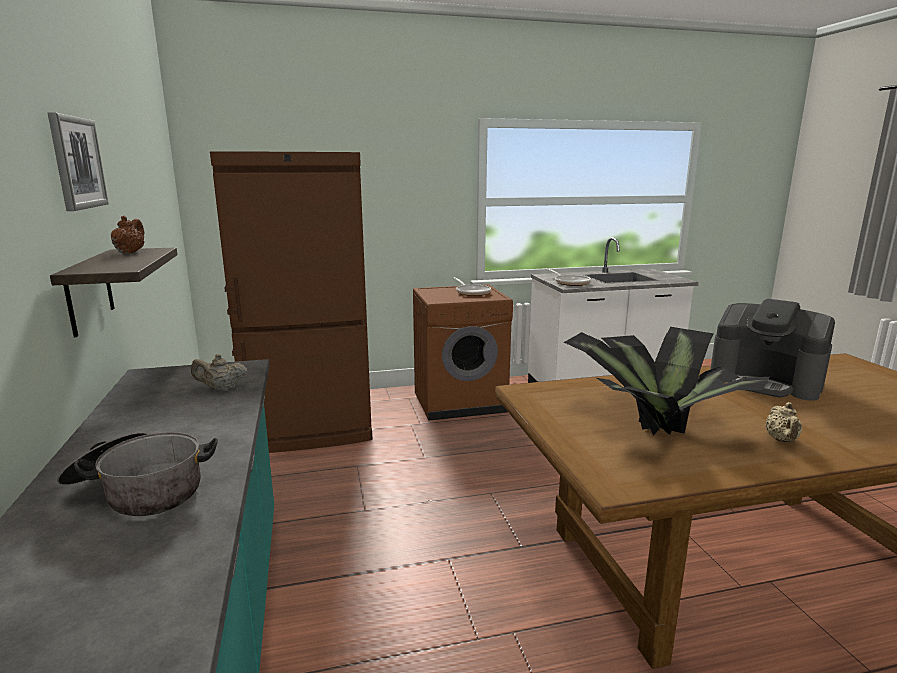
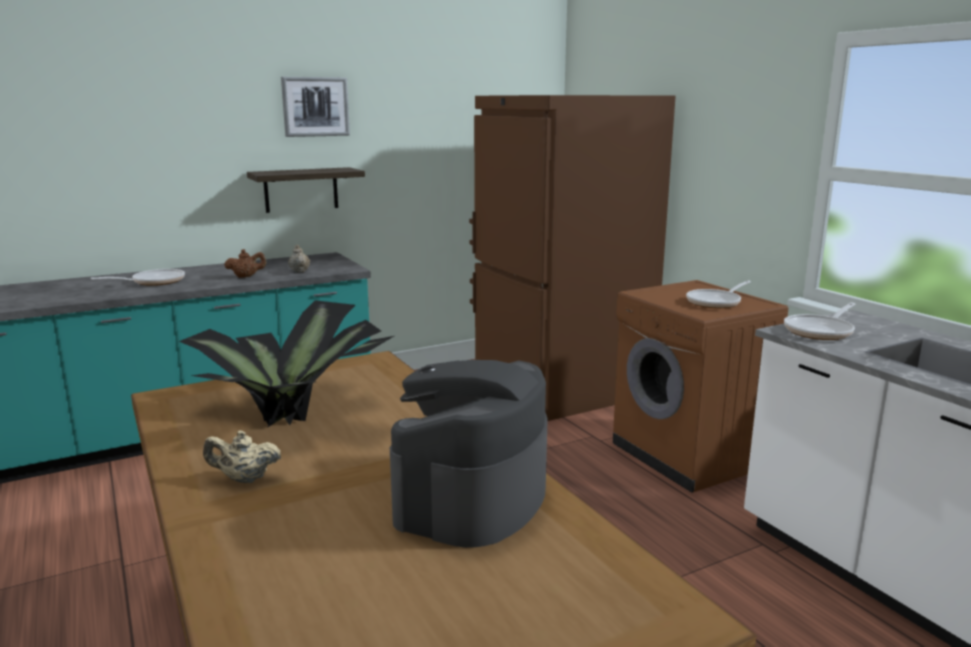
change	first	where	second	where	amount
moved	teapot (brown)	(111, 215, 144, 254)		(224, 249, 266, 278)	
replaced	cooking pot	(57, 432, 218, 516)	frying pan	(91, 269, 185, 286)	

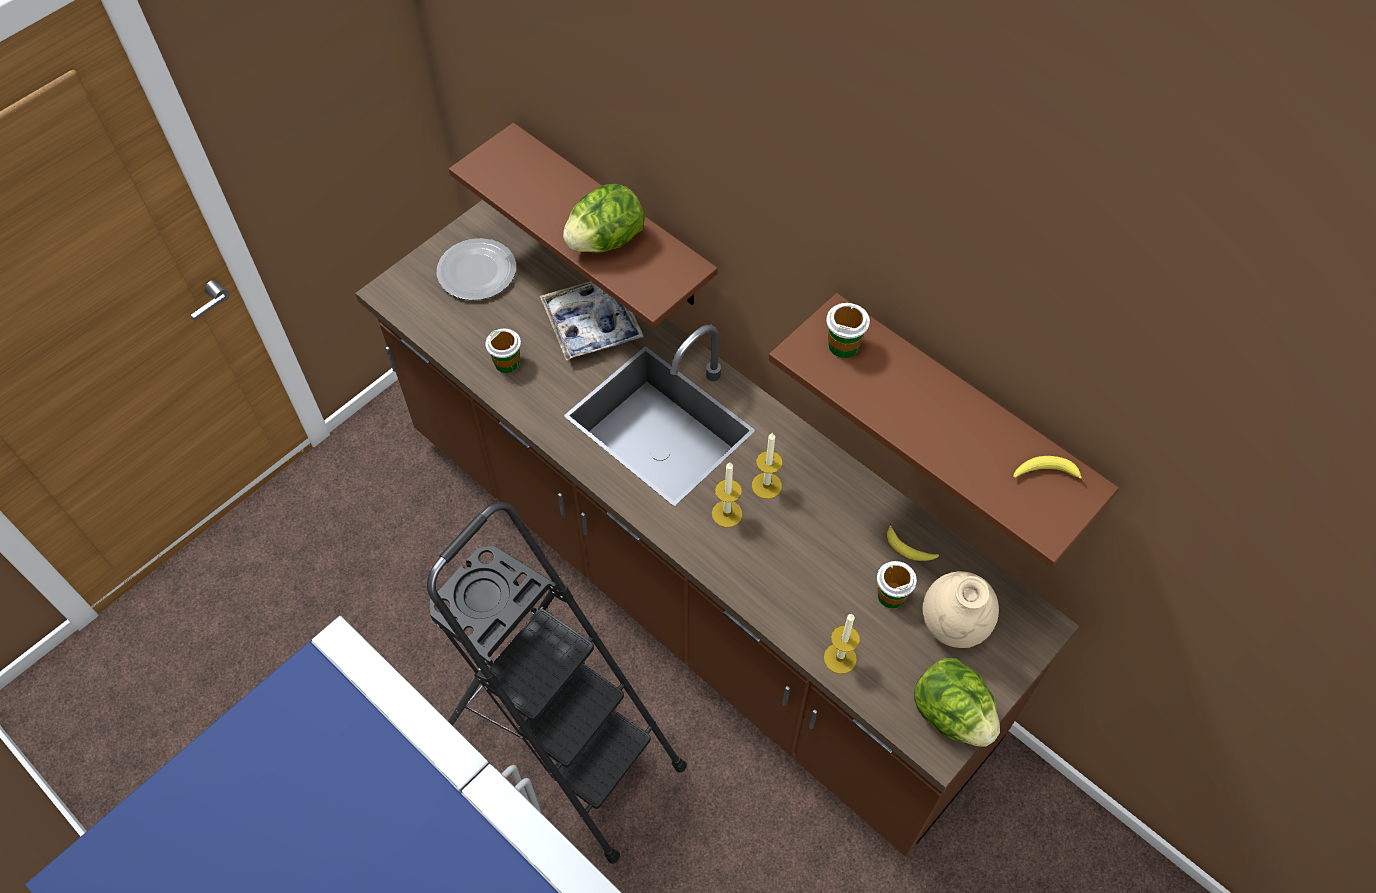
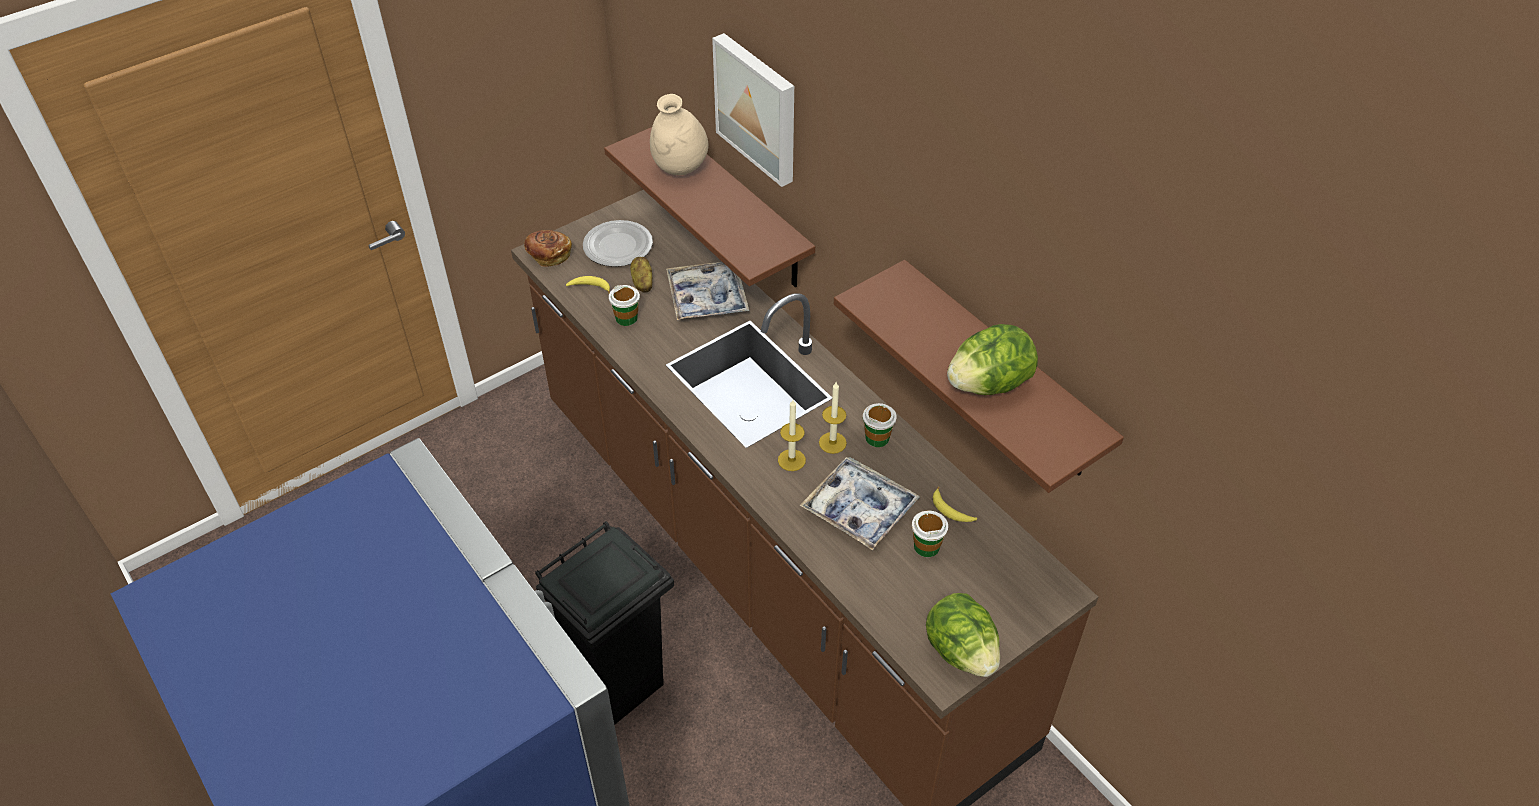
change	first	where	second	where	amount
removed	candle	(824, 614, 860, 674)			
added			bread	(524, 230, 572, 267)	
added			potato	(630, 257, 652, 293)	
added			picture	(712, 33, 794, 187)	
added			tray	(800, 457, 920, 551)	
moved	lettuce	(563, 184, 645, 253)		(947, 324, 1038, 395)	
moved	cup	(826, 303, 870, 358)		(863, 403, 897, 447)	
moved	vase (beige)	(923, 571, 999, 648)		(650, 94, 708, 176)	
moved	banana	(1013, 456, 1084, 482)		(566, 276, 610, 293)	
replaced	step ladder	(427, 502, 687, 864)	trash can (black)	(535, 521, 674, 724)	

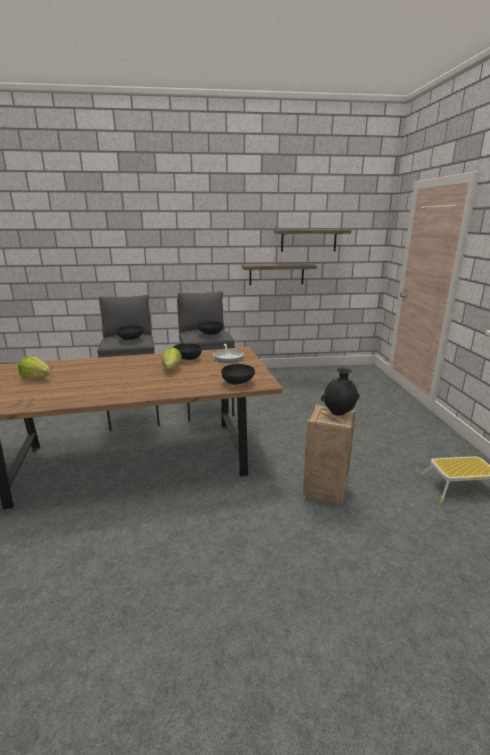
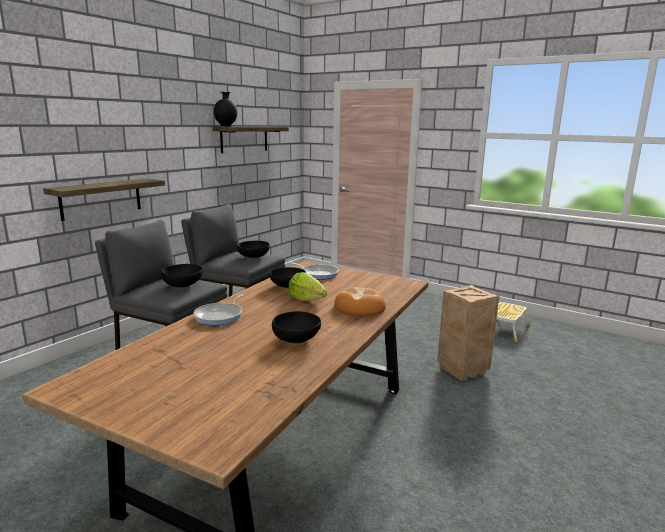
change	first	where	second	where	amount
removed	lettuce	(18, 356, 51, 379)			
added			frying pan	(193, 294, 244, 325)	
added			bread	(334, 287, 386, 316)	
moved	bowl (black)	(221, 364, 255, 385)		(272, 311, 321, 343)	
moved	shelf	(242, 263, 317, 285)		(43, 178, 165, 221)	
moved	vase (black)	(321, 368, 360, 416)		(214, 92, 238, 127)	

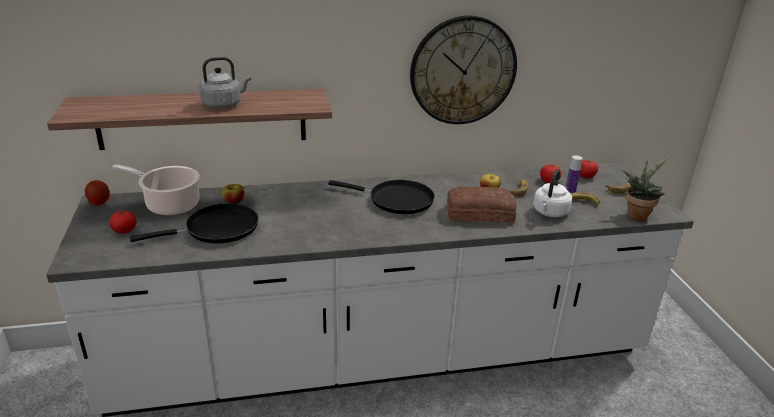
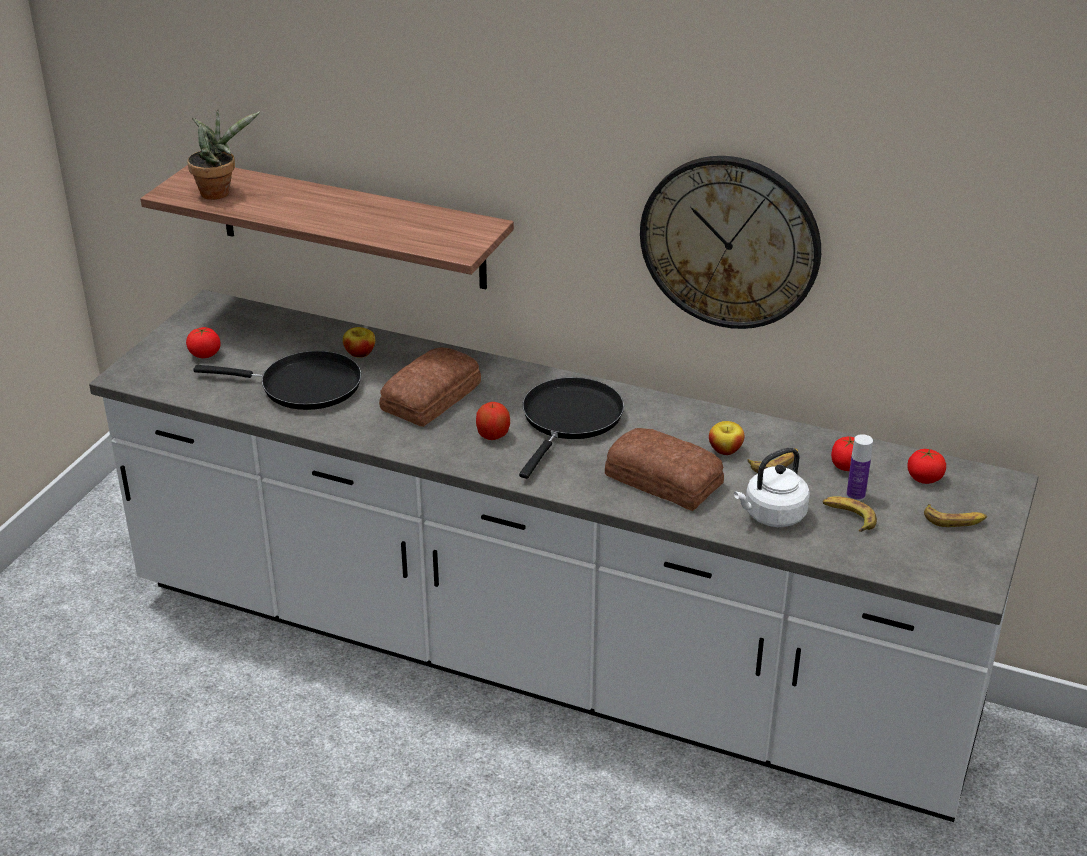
change	first	where	second	where	amount
removed	cooking pot	(112, 164, 200, 215)			
removed	kettle (grey)	(199, 57, 251, 108)			
added			bread	(379, 347, 481, 427)	
moved	apple	(85, 180, 110, 206)		(476, 402, 510, 440)	
moved	potted plant	(623, 156, 669, 221)		(187, 109, 260, 200)	
turned	frying pan (black)	(328, 180, 435, 214)		(519, 377, 624, 479)	120 degrees counterclockwise

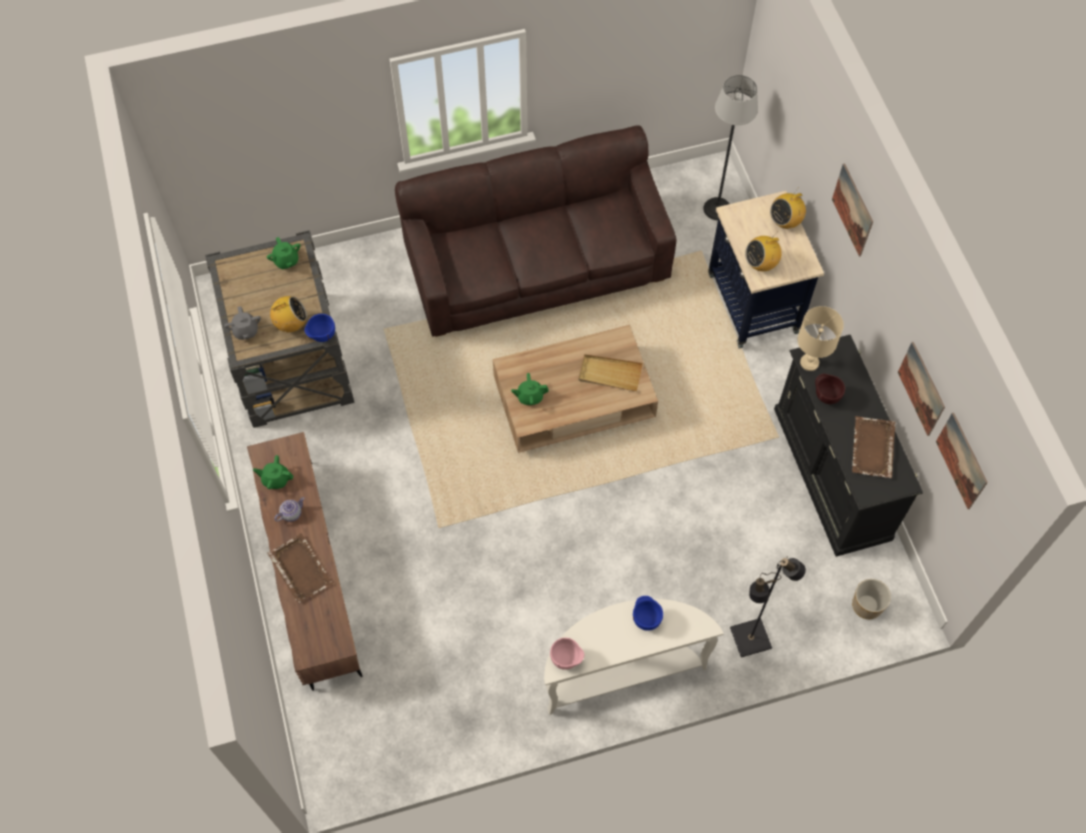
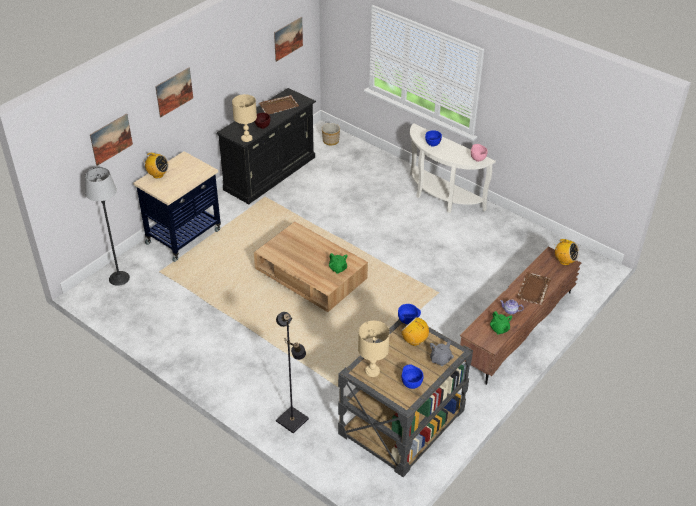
change	first	where	second	where	amount
removed	sofa (brown)	(395, 126, 677, 337)			
removed	tray (beige)	(578, 354, 643, 392)			
added			bowl (blue)	(402, 365, 424, 389)	
moved	floor lamp (black)	(730, 557, 806, 658)		(276, 312, 309, 433)	
moved	radio	(745, 236, 782, 271)		(554, 239, 579, 265)	
moved	picture	(898, 342, 945, 436)		(90, 114, 133, 166)	
replaced	teapot (green)	(267, 237, 300, 269)	table lamp (beige)	(358, 321, 390, 377)	

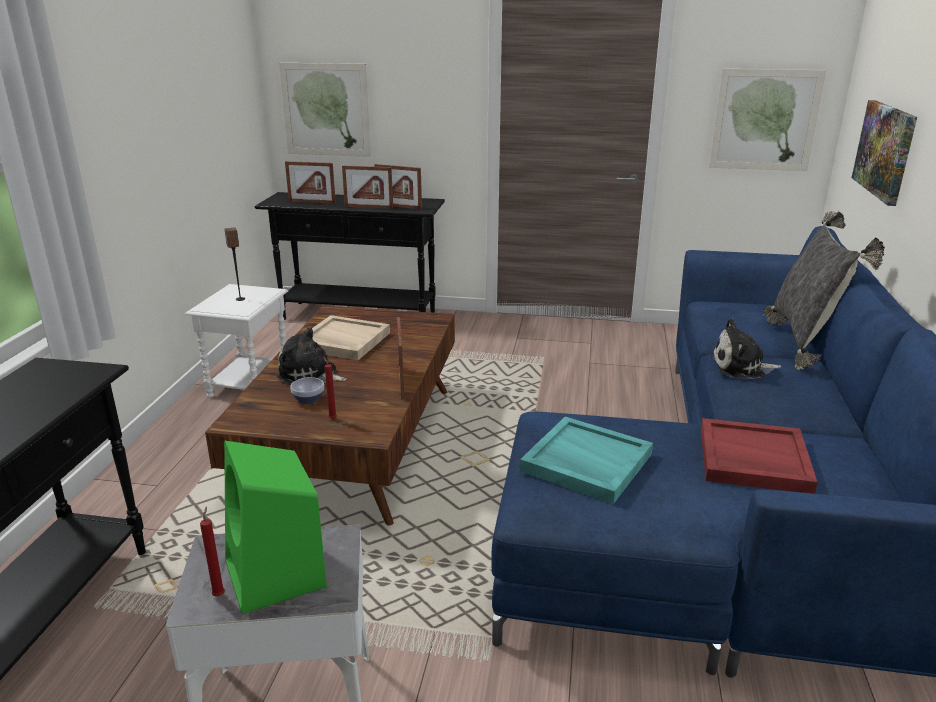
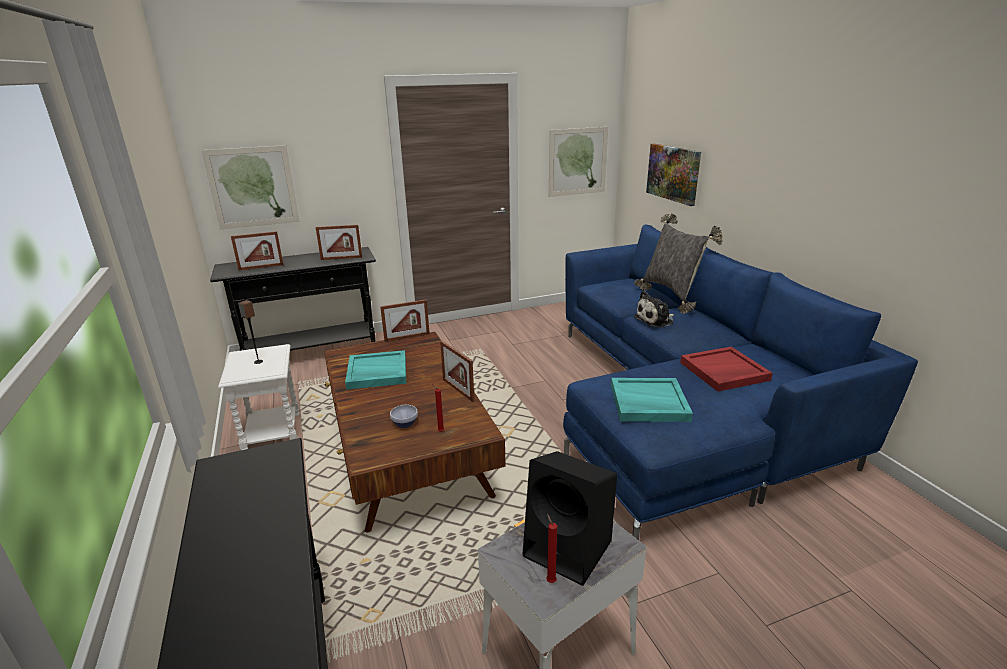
change	first	where	second	where	amount
removed	plush toy	(277, 327, 347, 384)			
moved	picture frame	(342, 166, 393, 209)		(380, 300, 430, 342)	
recoloured	speaker (green)	(224, 441, 327, 614)	speaker (black)	(522, 451, 617, 586)	
recoloured	tray (beige)	(312, 315, 390, 360)	tray (turquoise)	(345, 350, 406, 390)	

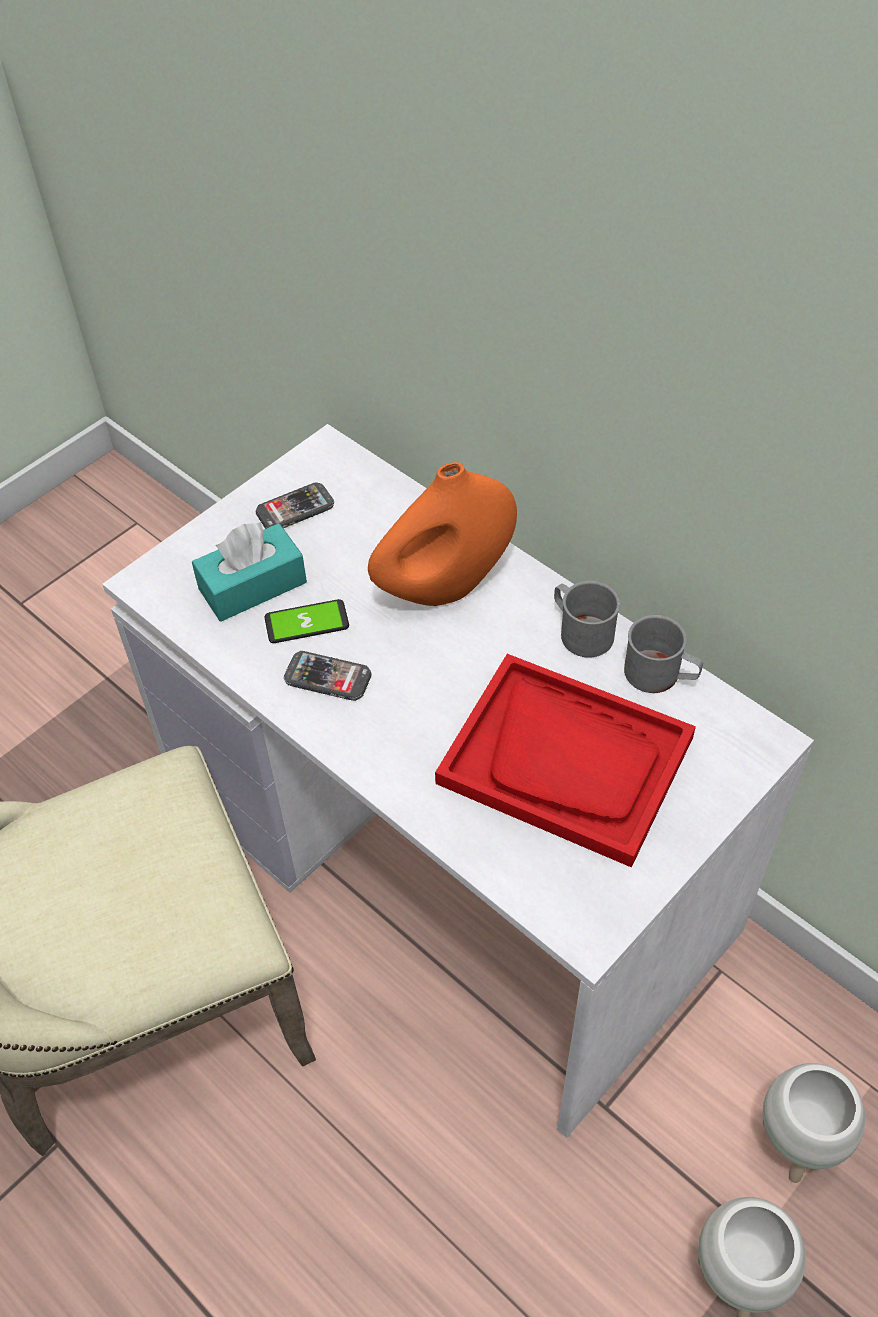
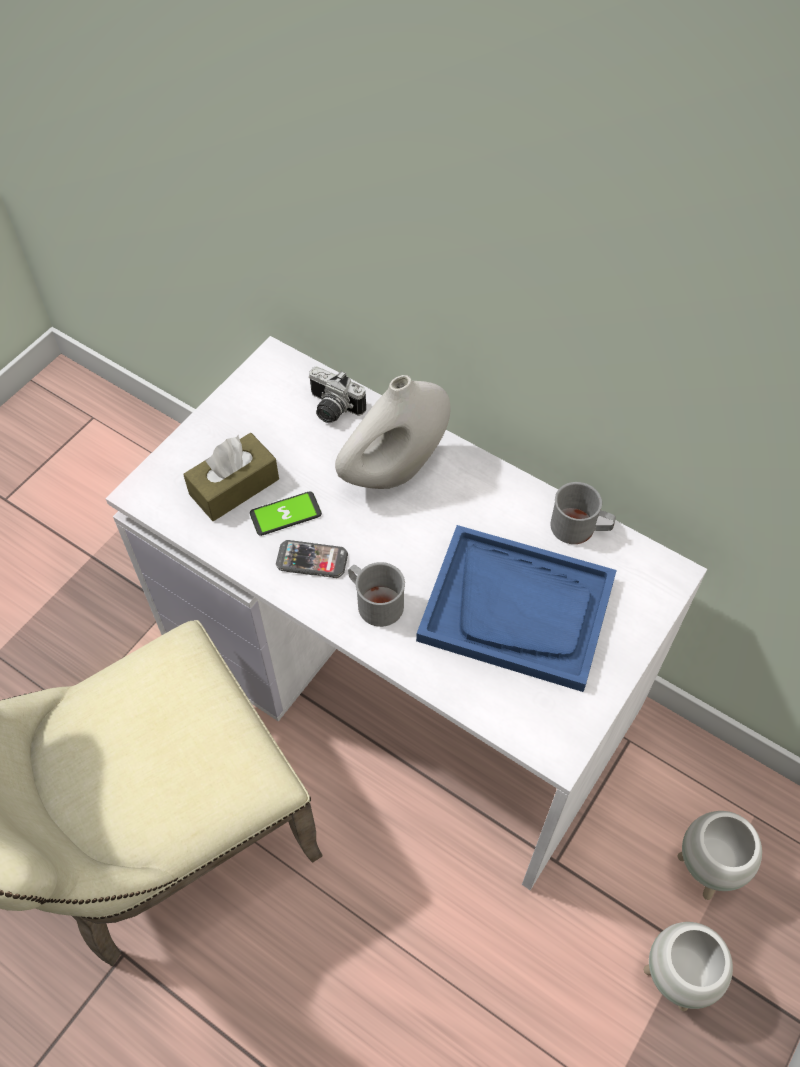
change	first	where	second	where	amount
removed	phone	(256, 482, 334, 529)			
added			photo camera	(309, 366, 366, 423)	
moved	mug (grey)	(554, 581, 620, 658)		(348, 562, 405, 627)	
recoloured	tissue box (turquoise)	(192, 522, 307, 622)	tissue box (brown)	(183, 433, 279, 521)	
recoloured	vase (orange)	(368, 462, 517, 606)	vase (white)	(335, 375, 451, 489)	
recoloured	tray (red)	(435, 654, 696, 867)	tray (blue)	(416, 525, 617, 692)	

